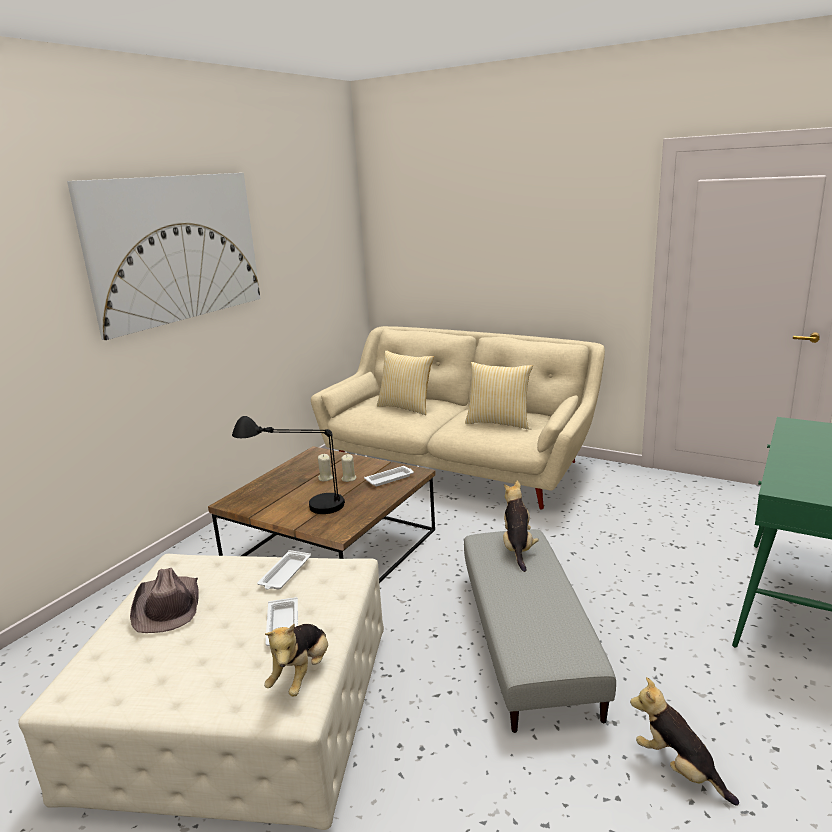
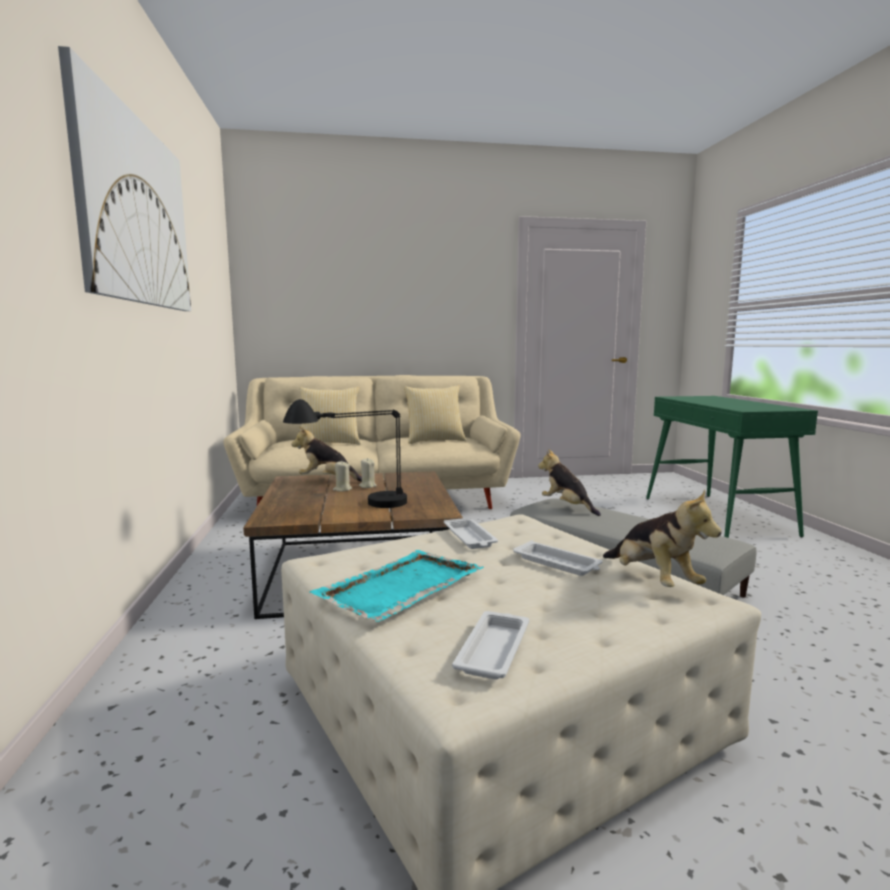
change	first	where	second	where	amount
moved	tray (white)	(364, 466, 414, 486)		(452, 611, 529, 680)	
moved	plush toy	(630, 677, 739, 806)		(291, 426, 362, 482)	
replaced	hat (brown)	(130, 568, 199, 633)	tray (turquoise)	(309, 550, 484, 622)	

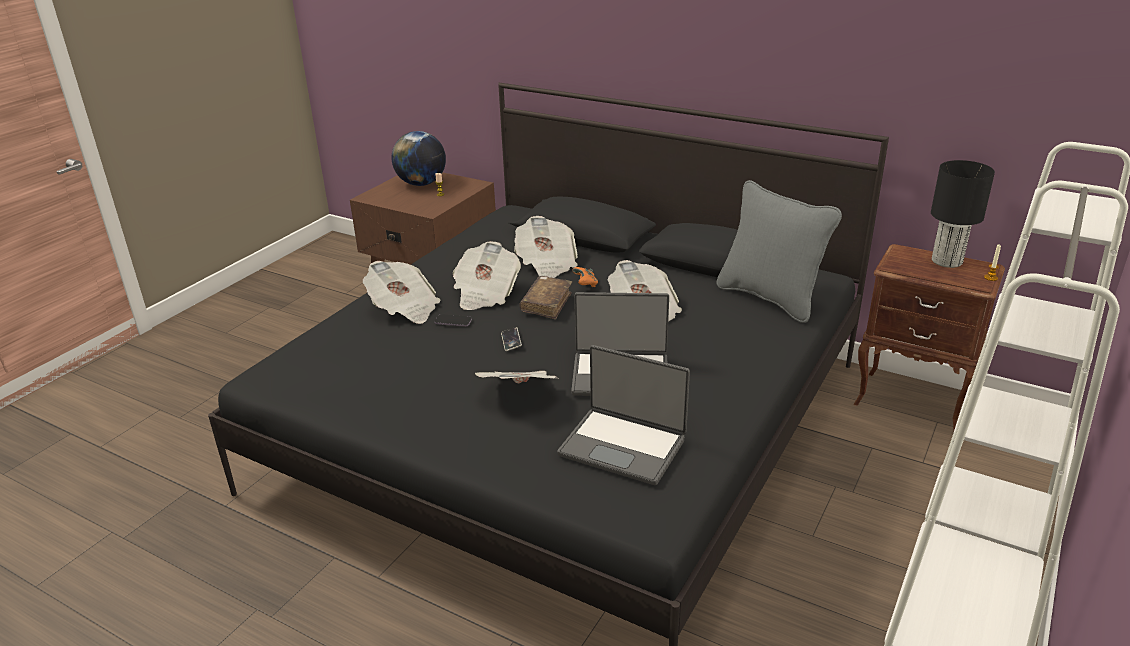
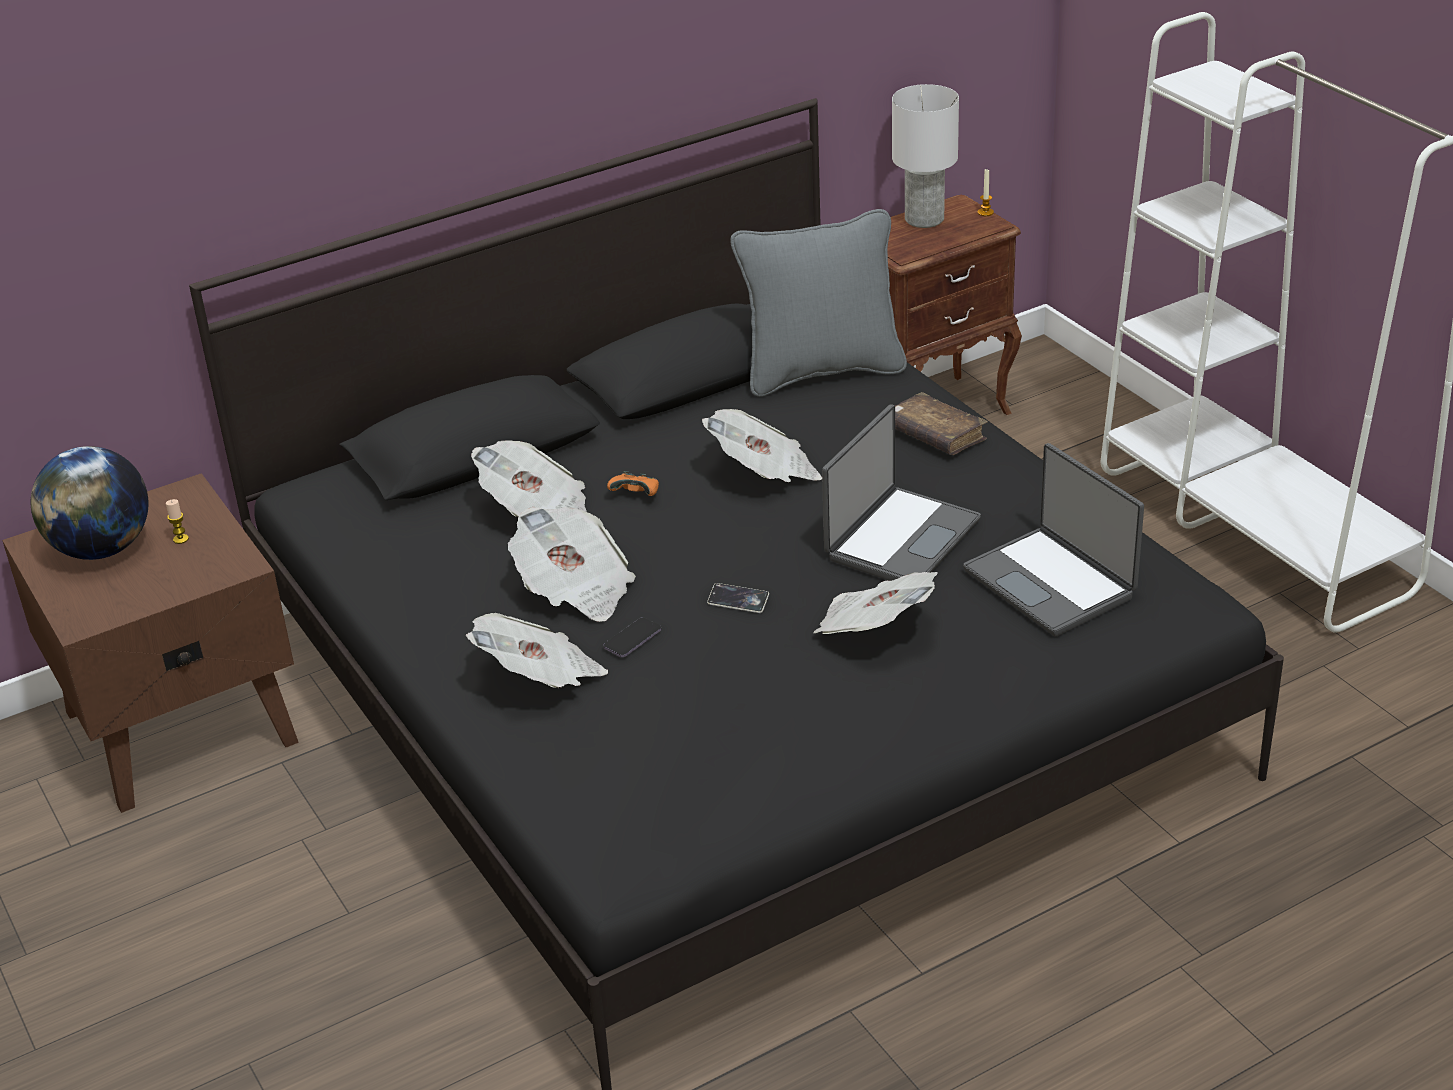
change	first	where	second	where	amount
moved	book (brown)	(519, 276, 572, 319)		(895, 392, 988, 455)	
recoloured	table lamp (black)	(931, 160, 995, 268)	table lamp (white)	(892, 84, 959, 228)	
turned	laptop	(557, 345, 690, 485)		(963, 443, 1144, 637)	90 degrees clockwise

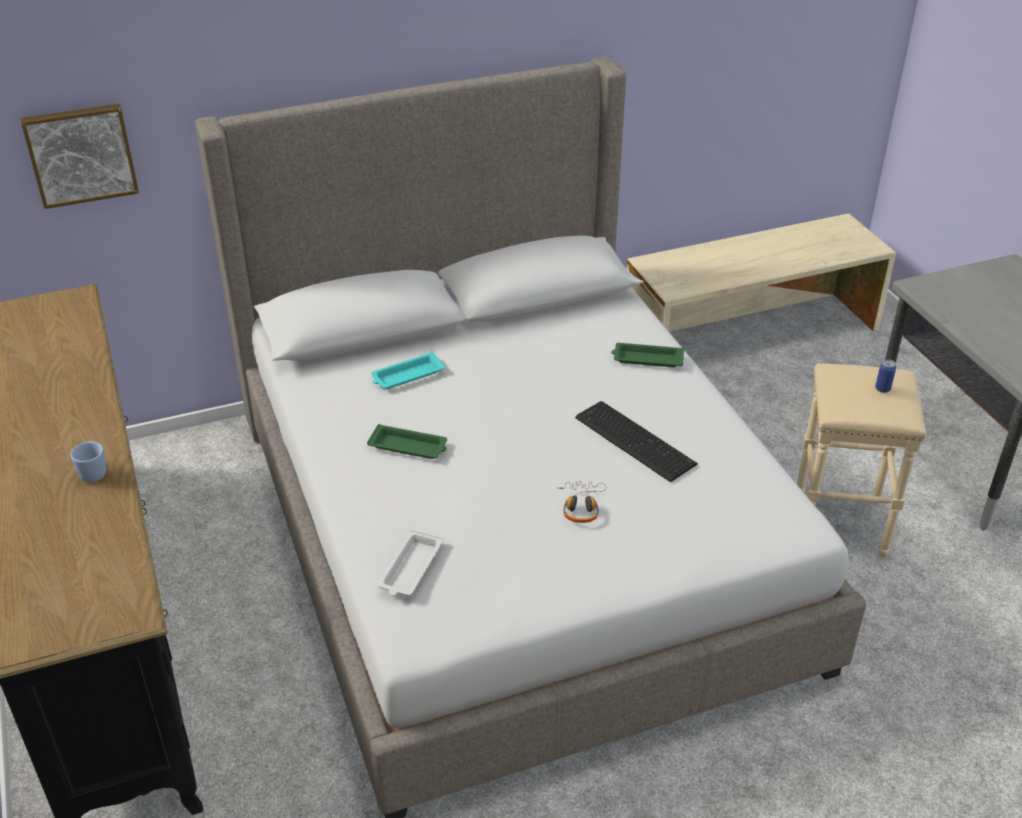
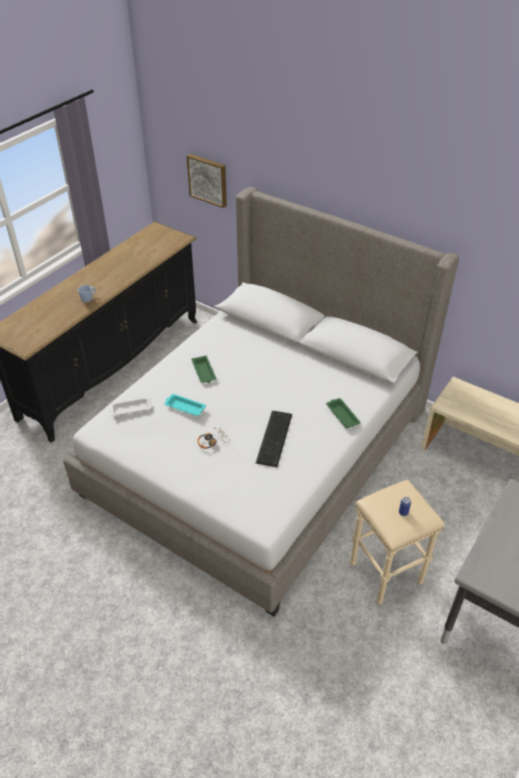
change	first	where	second	where	amount
moved	tray (turquoise)	(371, 352, 445, 389)		(164, 394, 206, 416)	

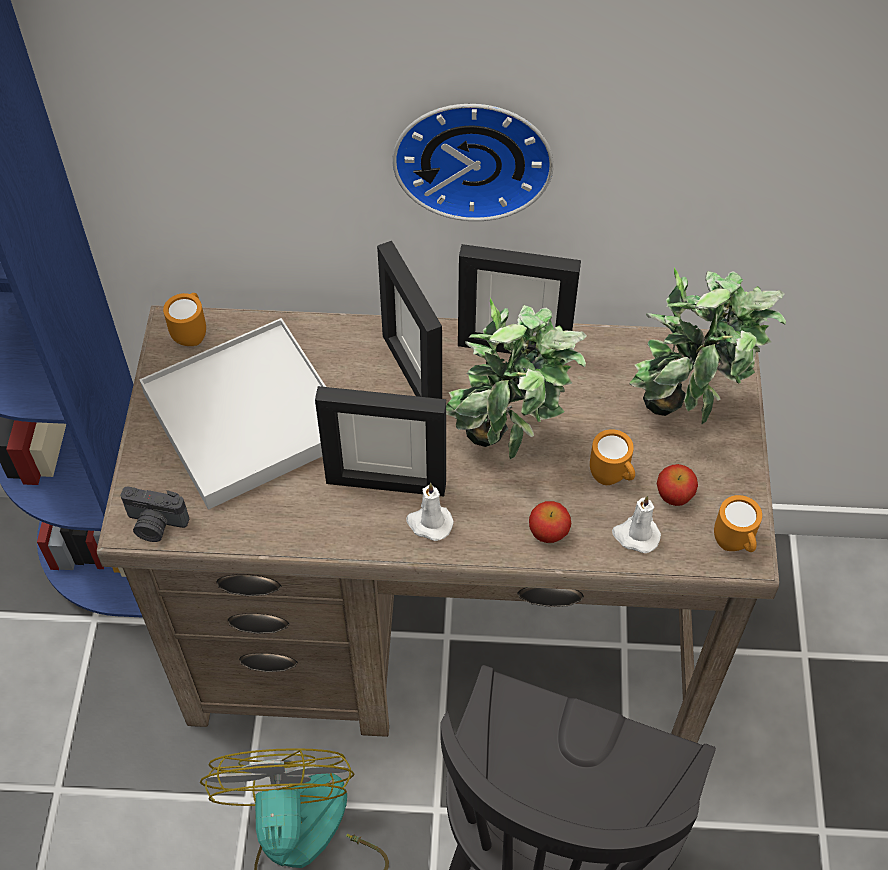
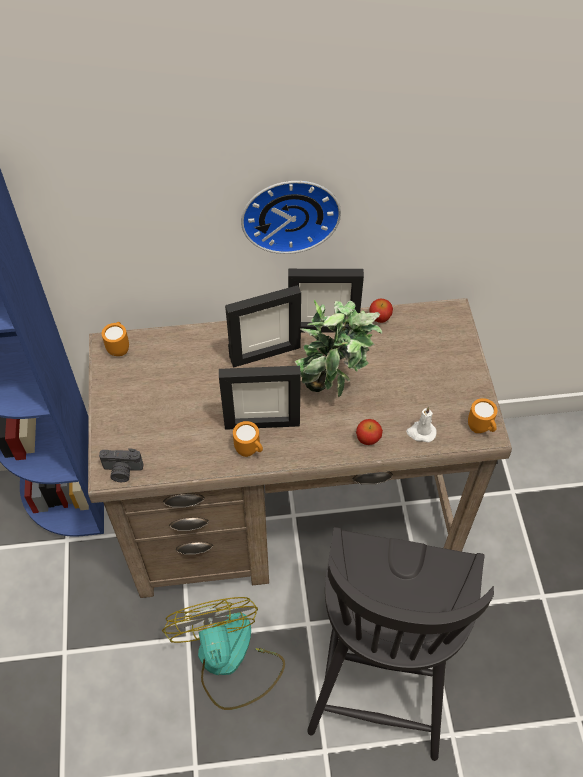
change	first	where	second	where	amount
removed	tray (white)	(139, 318, 326, 510)			
removed	candle (white)	(406, 483, 454, 541)			
removed	potted plant	(629, 268, 786, 424)			
moved	mug (orange)	(590, 429, 635, 485)		(233, 421, 263, 457)	
moved	apple	(657, 464, 698, 506)		(369, 298, 393, 323)	
turned	picture frame	(377, 241, 442, 399)		(225, 285, 301, 368)	75 degrees counterclockwise

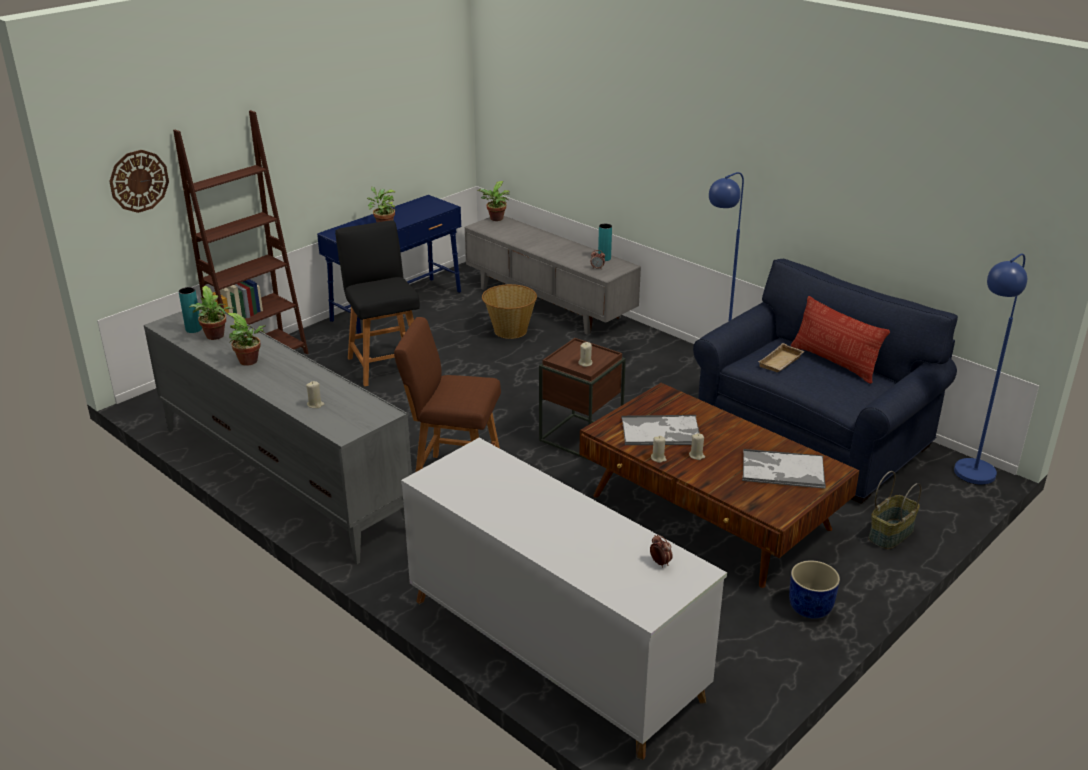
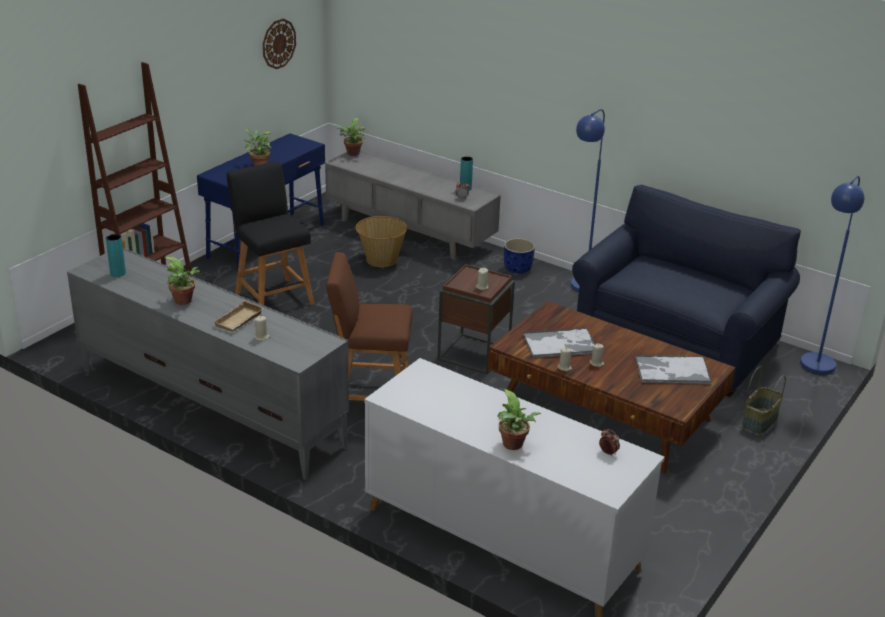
change	first	where	second	where	amount
removed	pillow	(791, 296, 890, 384)			
moved	wall clock	(109, 150, 169, 213)		(263, 19, 296, 69)	
moved	potted plant	(189, 286, 234, 340)		(497, 389, 541, 450)	
moved	tray (beige)	(758, 343, 804, 372)		(213, 300, 264, 332)	
moved	planter (blue)	(789, 560, 840, 619)		(504, 238, 535, 274)	

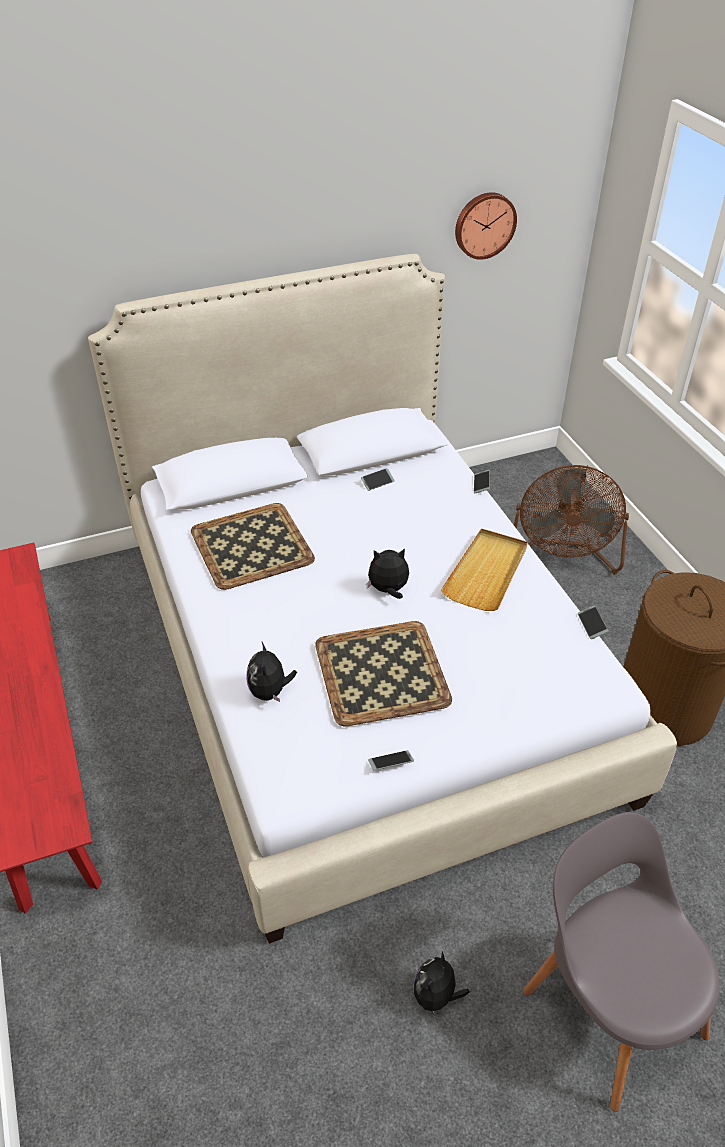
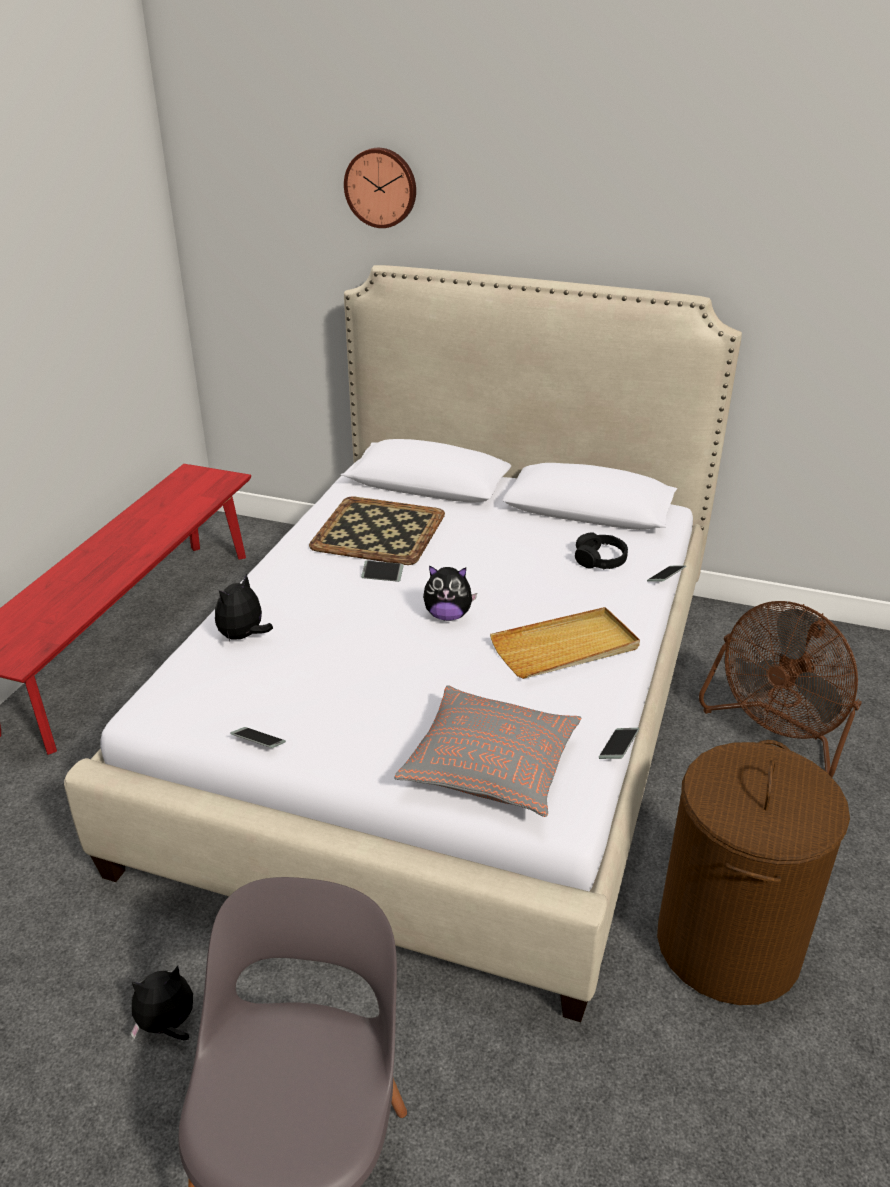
change	first	where	second	where	amount
removed	tray	(315, 621, 452, 726)			
added			pillow (grey)	(394, 685, 581, 817)	
added			headphones (black)	(575, 532, 628, 569)	
moved	phone	(361, 468, 395, 491)		(361, 561, 404, 582)	
moved	wall clock	(455, 192, 517, 260)		(344, 148, 416, 228)	
turned	plush toy	(366, 549, 409, 599)		(423, 565, 477, 621)	150 degrees clockwise

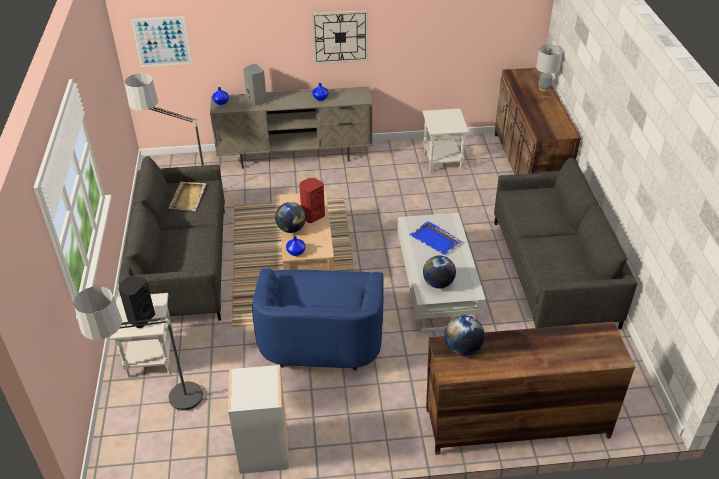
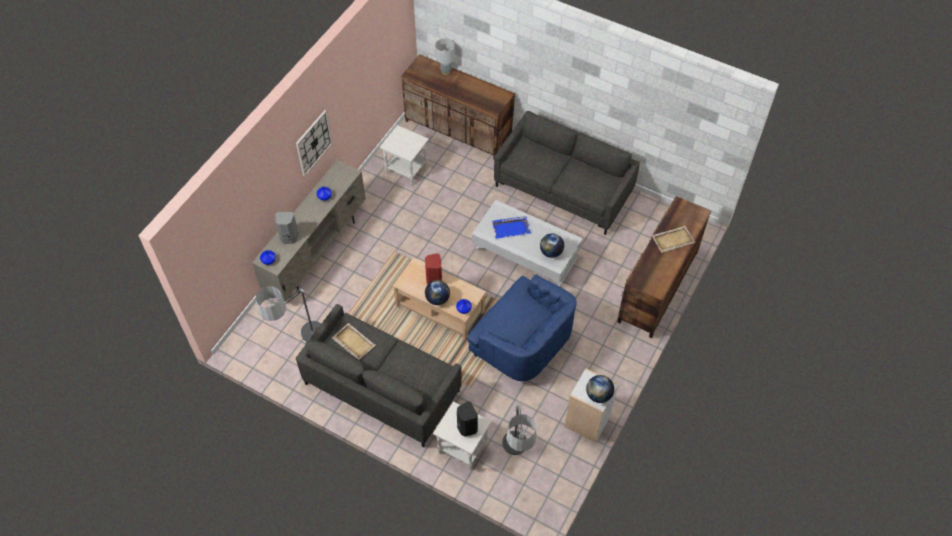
change	first	where	second	where	amount
removed	picture	(131, 16, 192, 67)			
added			tray (beige)	(652, 226, 695, 253)	
moved	globe	(444, 315, 485, 356)		(586, 375, 614, 403)	

